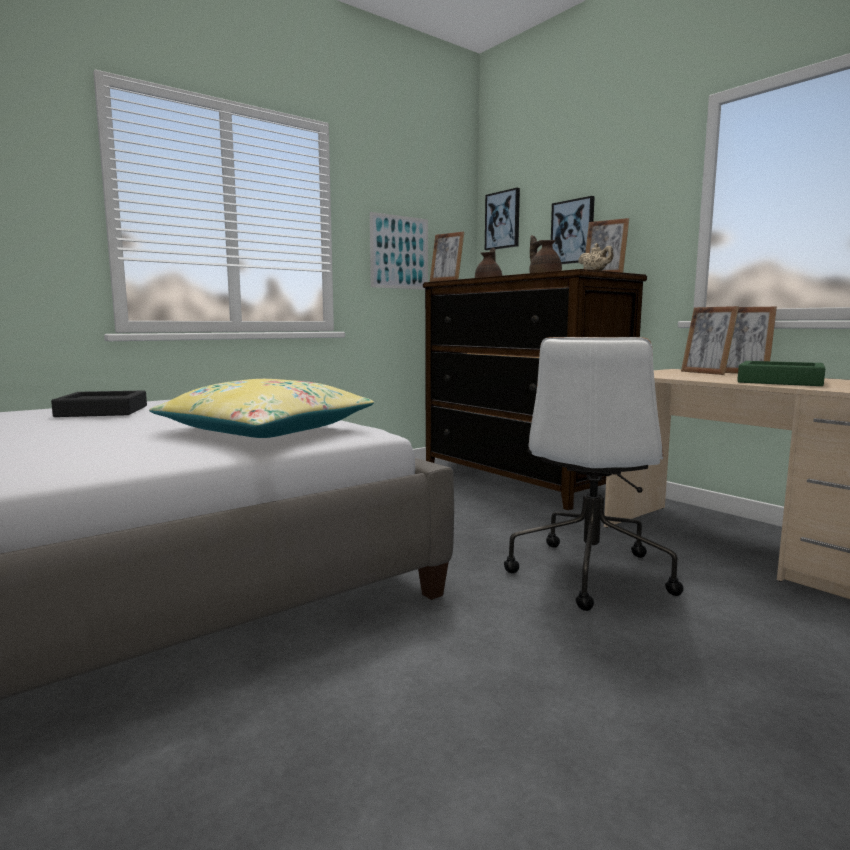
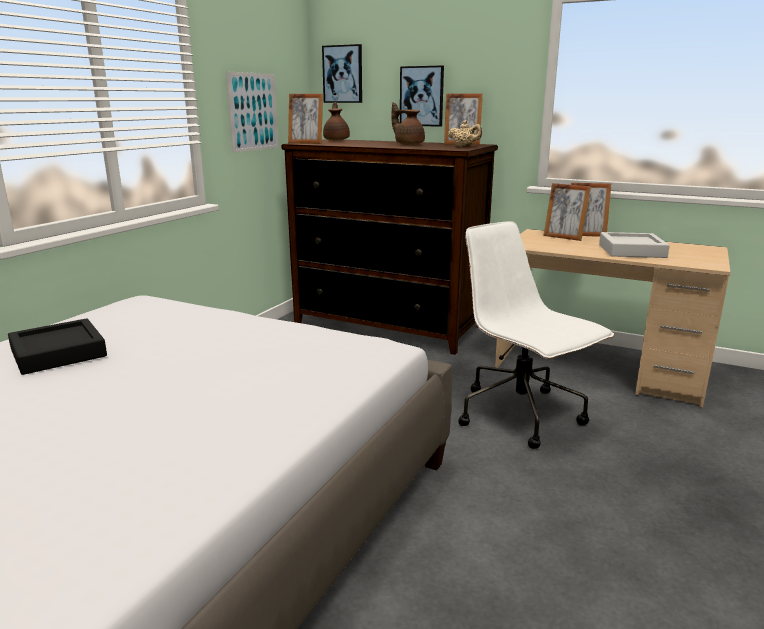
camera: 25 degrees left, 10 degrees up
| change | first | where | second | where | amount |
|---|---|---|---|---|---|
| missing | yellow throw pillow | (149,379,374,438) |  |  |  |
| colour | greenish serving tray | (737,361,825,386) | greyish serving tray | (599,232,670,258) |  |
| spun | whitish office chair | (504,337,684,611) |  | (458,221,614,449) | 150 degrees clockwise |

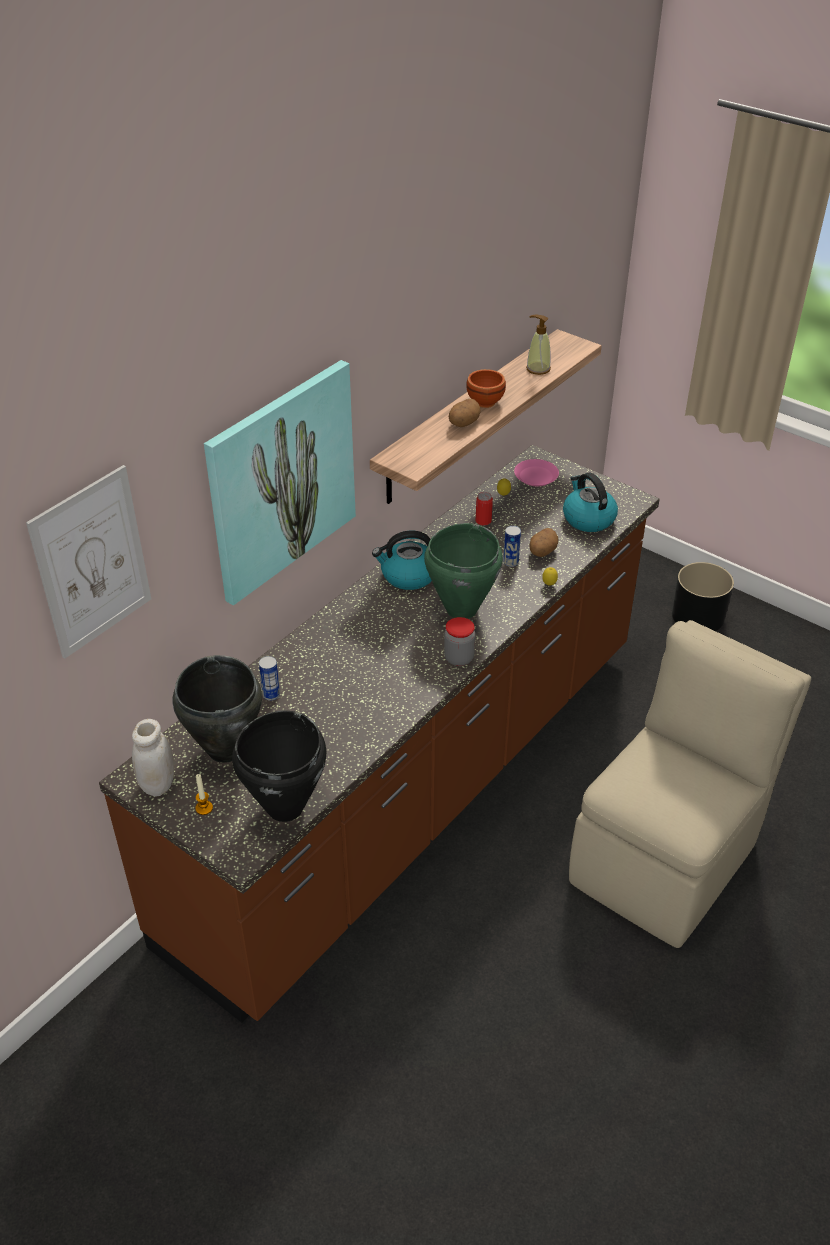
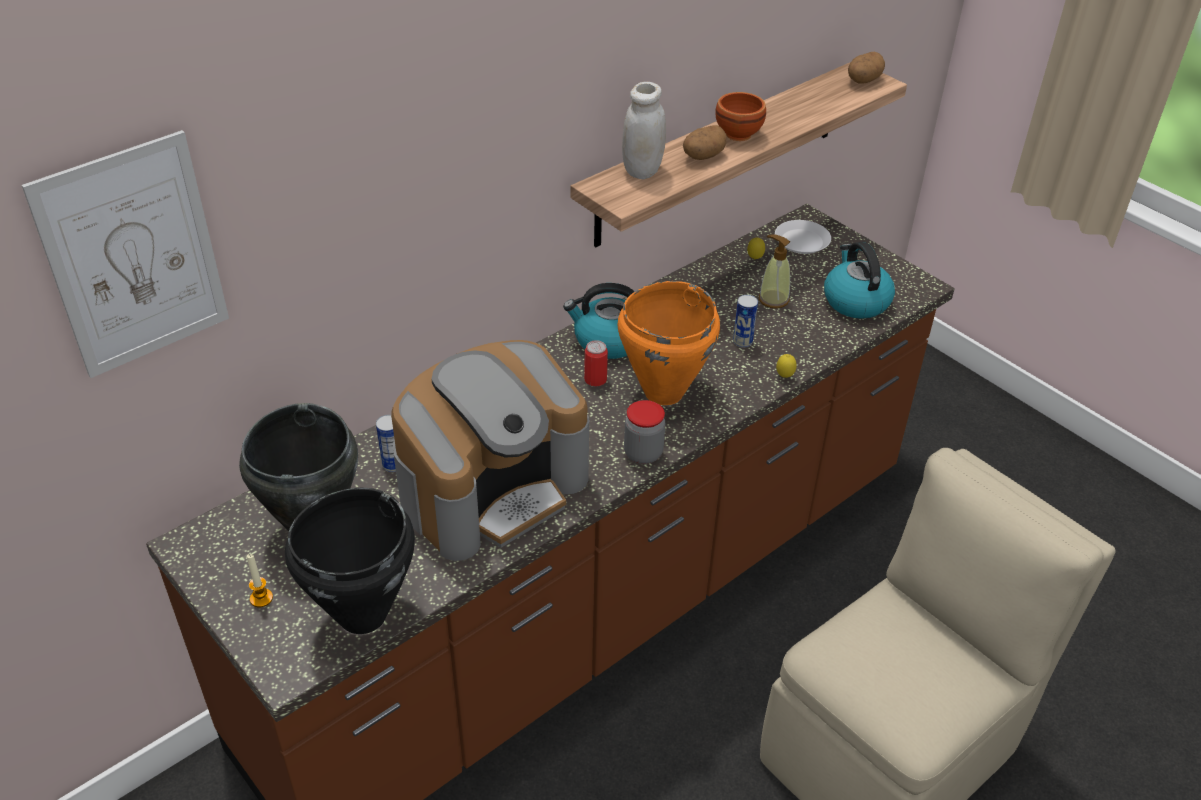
camera: 10 degrees right, 0 degrees up
| change | first | where | second | where | amount |
|---|---|---|---|---|---|
| missing | wall picture | (204,360,356,606) |  |  |  |
| missing | black flower pot | (672,562,734,631) |  |  |  |
| appeared |  |  | coffee brewer | (391,340,589,561) |  |
| relocated | whitish storage jar | (132,719,174,797) |  | (622,82,666,179) |  |
| relocated | can | (476,492,493,526) |  | (584,340,608,387) |  |
| relocated | soap bottle | (526,314,551,375) |  | (759,234,790,308) |  |
| relocated | spud | (529,528,558,557) |  | (848,52,885,84) |  |
| colour | greenish stockpot | (424,523,503,619) | orange-coloured stockpot | (618,281,720,405) |  |
| colour | pinkish flat dish | (514,459,559,486) | whitish flat dish | (775,220,831,254) |  |

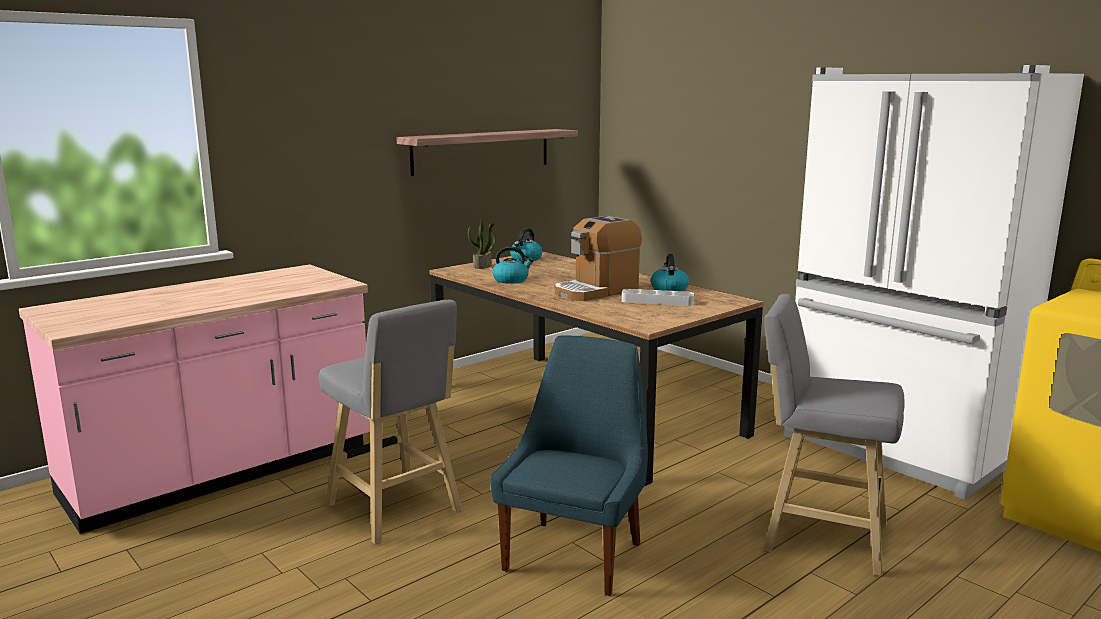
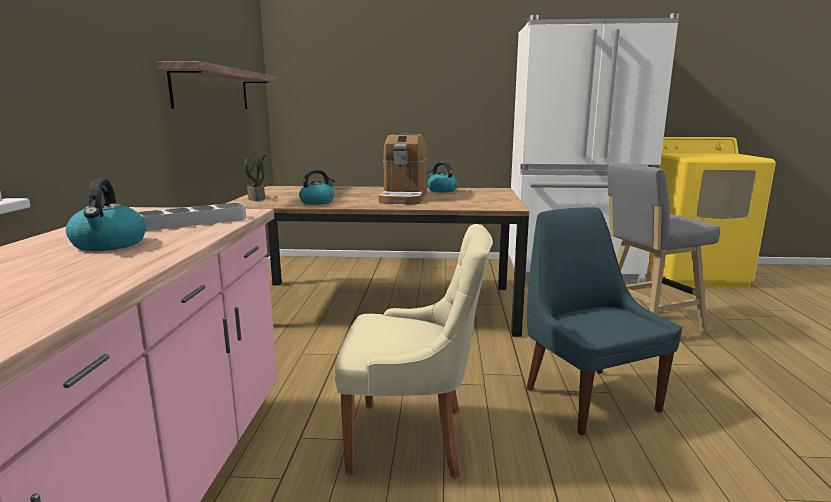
camera: 45 degrees left, 0 degrees up
| change | first | where | second | where | amount |
|---|---|---|---|---|---|
| relocated | tea kettle | (510,228,542,261) |  | (66,179,146,251) |  |
| relocated | greyish serving tray | (622,289,694,306) |  | (138,203,246,231) |  |
| exchanged | greyish sitting stool | (319,300,462,545) | beige-coloured upright chair | (335,224,493,478) |  |

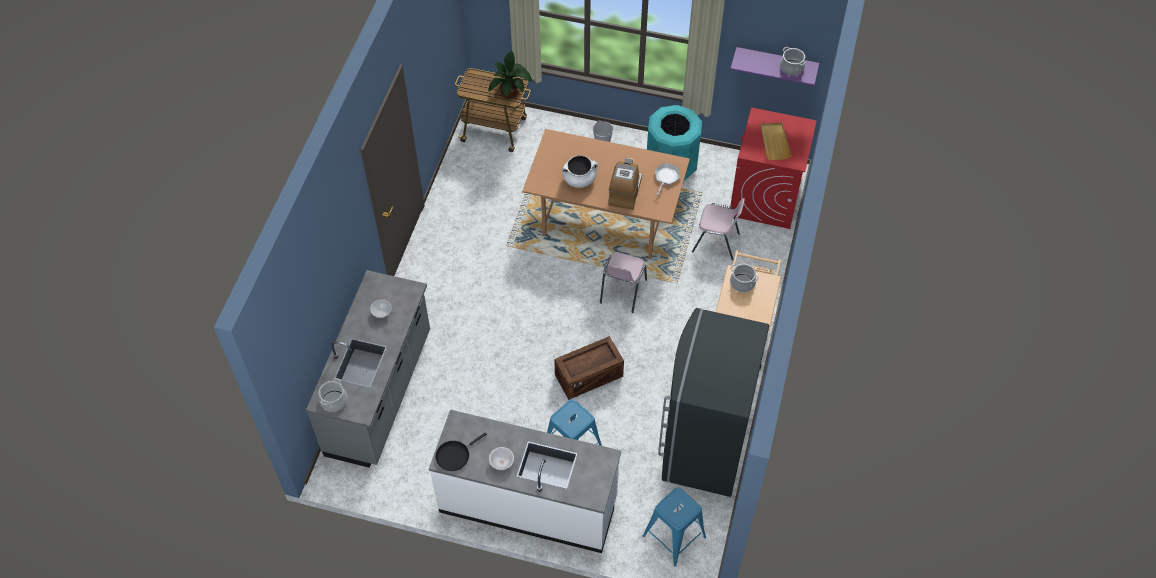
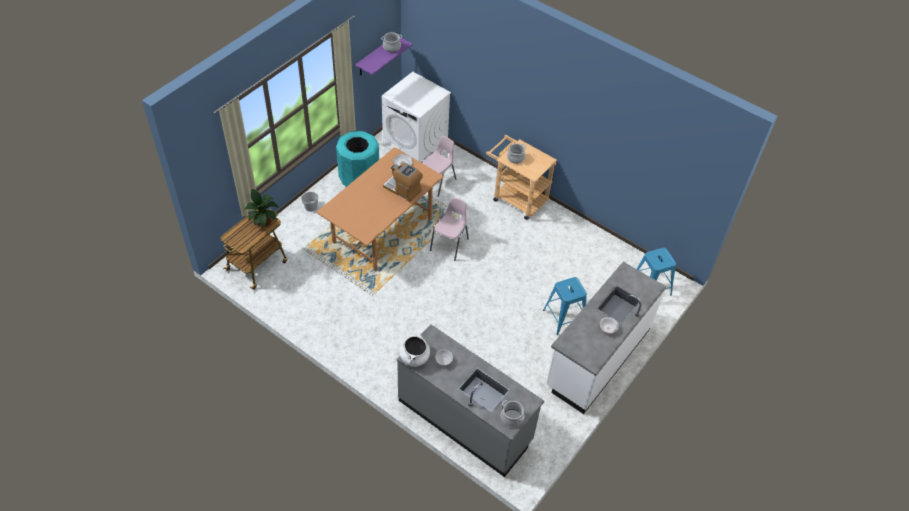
camera: 70 degrees left, 5 degrees down
| change | first | where | second | where | amount |
|---|---|---|---|---|---|
| missing | black pan | (436,432,487,471) |  |  |  |
| missing | crate | (554,336,624,400) |  |  |  |
| missing | greyish fridge | (658,308,769,497) |  |  |  |
| missing | beige-coloured serving tray | (761,122,792,160) |  |  |  |
| relocated | whitish stockpot | (562,155,598,188) |  | (399,333,430,367) |  |
| colour | reddish washing machine | (730,108,817,229) | whitish washing machine | (382,72,451,163) |  |
| spun | pinkish upright chair | (600,252,647,313) |  | (430,197,469,261) | 105 degrees counterclockwise |

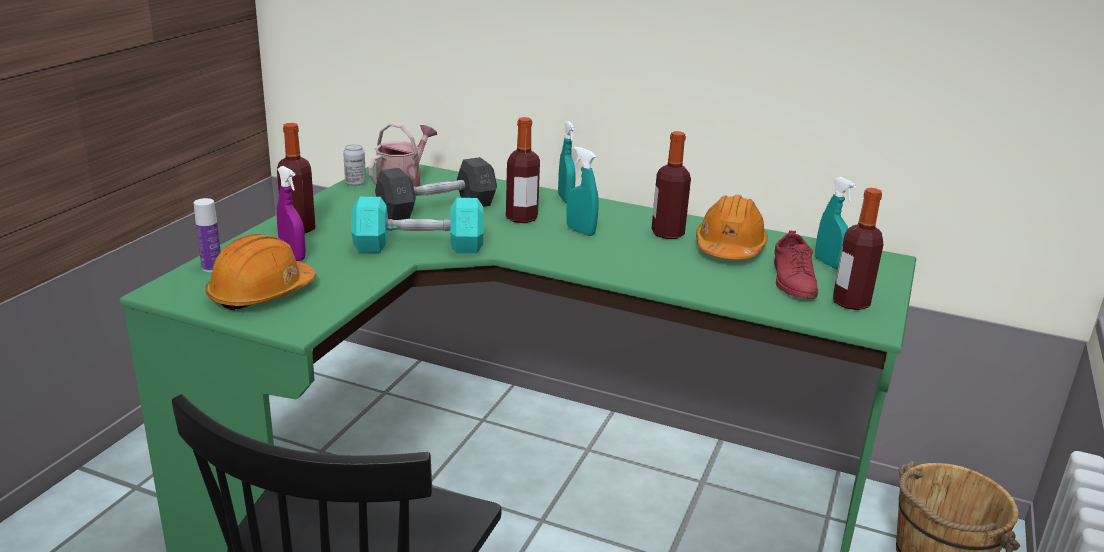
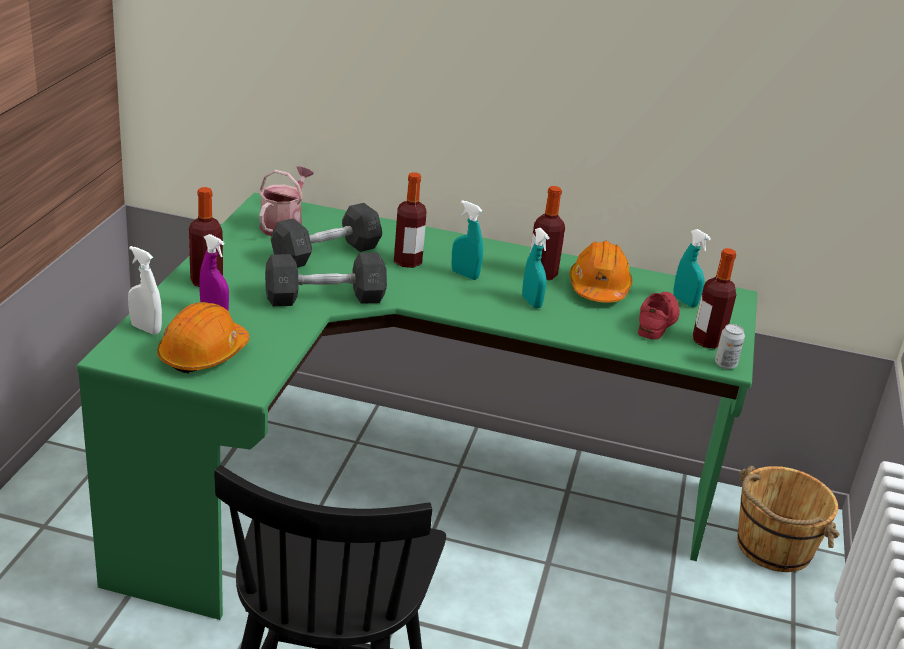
camera: 10 degrees left, 5 degrees up
| change | first | where | second | where | amount |
|---|---|---|---|---|---|
| relocated | can | (343,144,366,186) |  | (715,324,745,369) |  |
| relocated | turquoise spray bottle | (558,121,576,203) |  | (522,228,550,308) |  |
| exchanged | drink bottle | (194,198,221,272) | whitish spray bottle | (128,246,162,335) |  |
| colour | turquoise dumbbell | (351,197,483,253) | greyish dumbbell | (265,252,387,306) |  |
| spun | reddish shoe | (774,231,818,299) |  | (638,292,680,339) | 150 degrees counterclockwise |

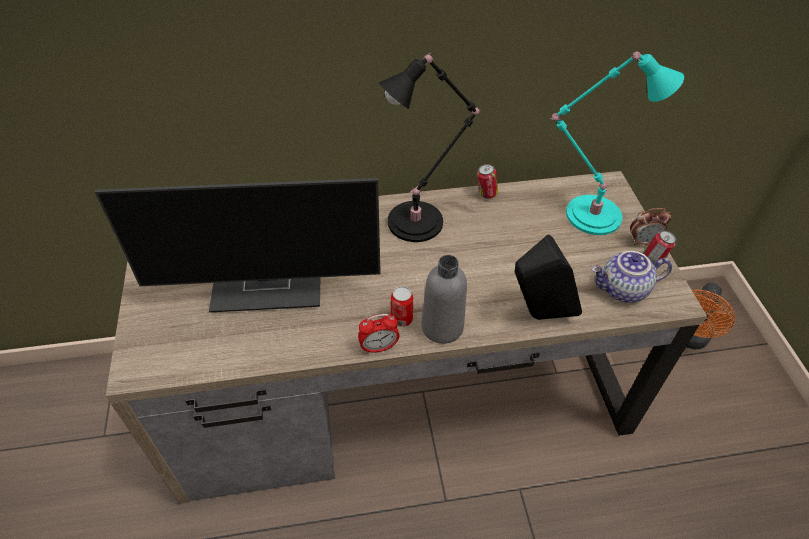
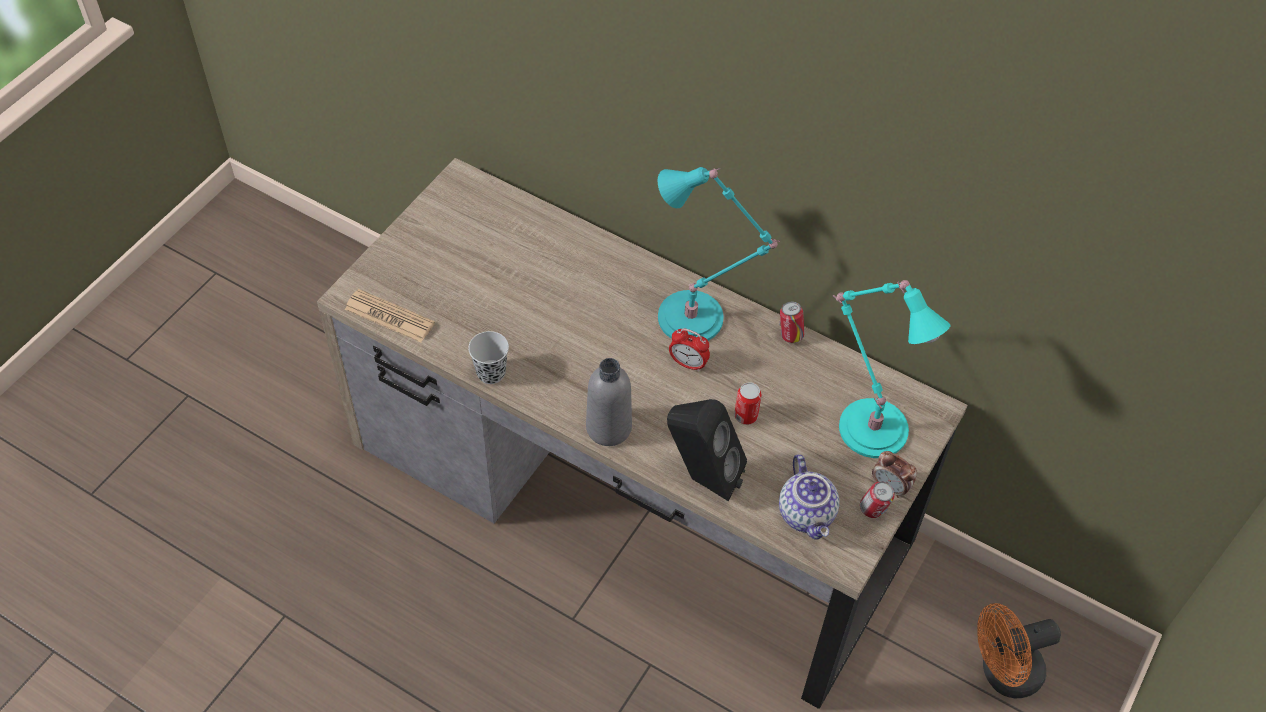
camera: 40 degrees right, 5 degrees up
| change | first | where | second | where | amount |
|---|---|---|---|---|---|
| missing | computer display | (95,178,381,312) |  |  |  |
| appeared |  |  | daily paper | (345,289,435,343) |  |
| appeared |  |  | black drinking cup | (468,331,509,384) |  |
| relocated | bedside clock | (358,314,399,354) |  | (669,328,710,372) |  |
| relocated | can | (391,286,413,327) |  | (734,382,761,425) |  |
| colour | black table lamp | (379,52,480,242) | turquoise table lamp | (658,167,780,341) |  |
| spun | tea pot | (591,251,672,303) |  | (779,454,839,540) | 135 degrees counterclockwise |

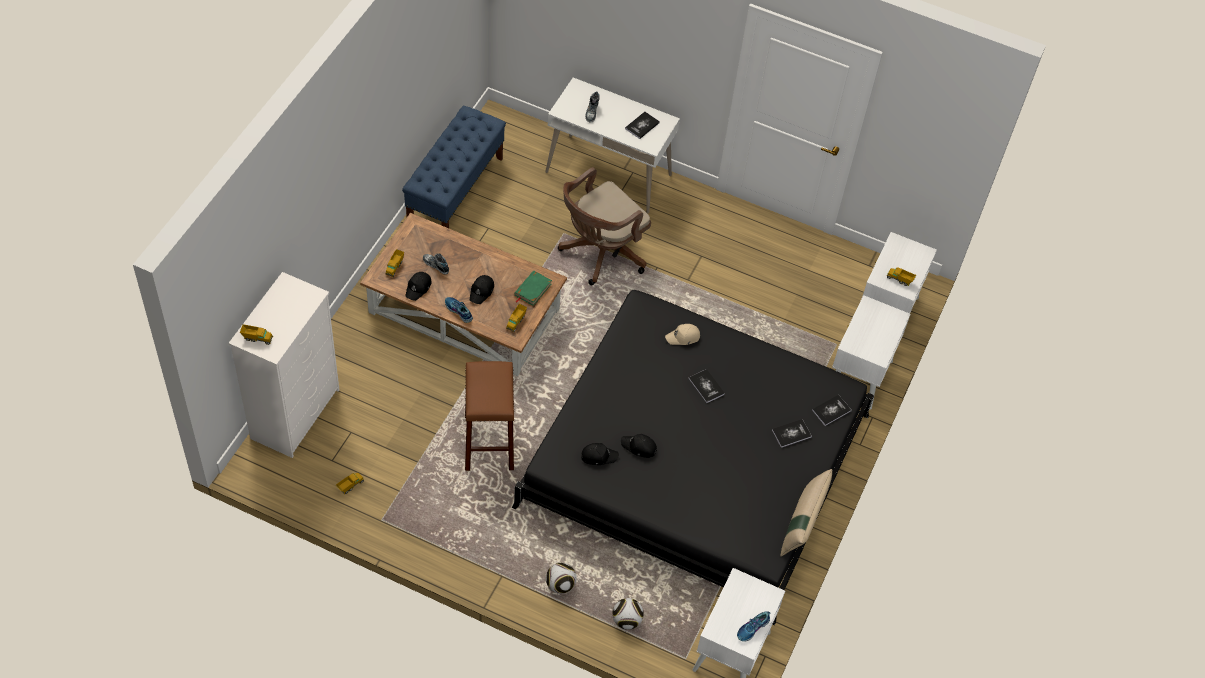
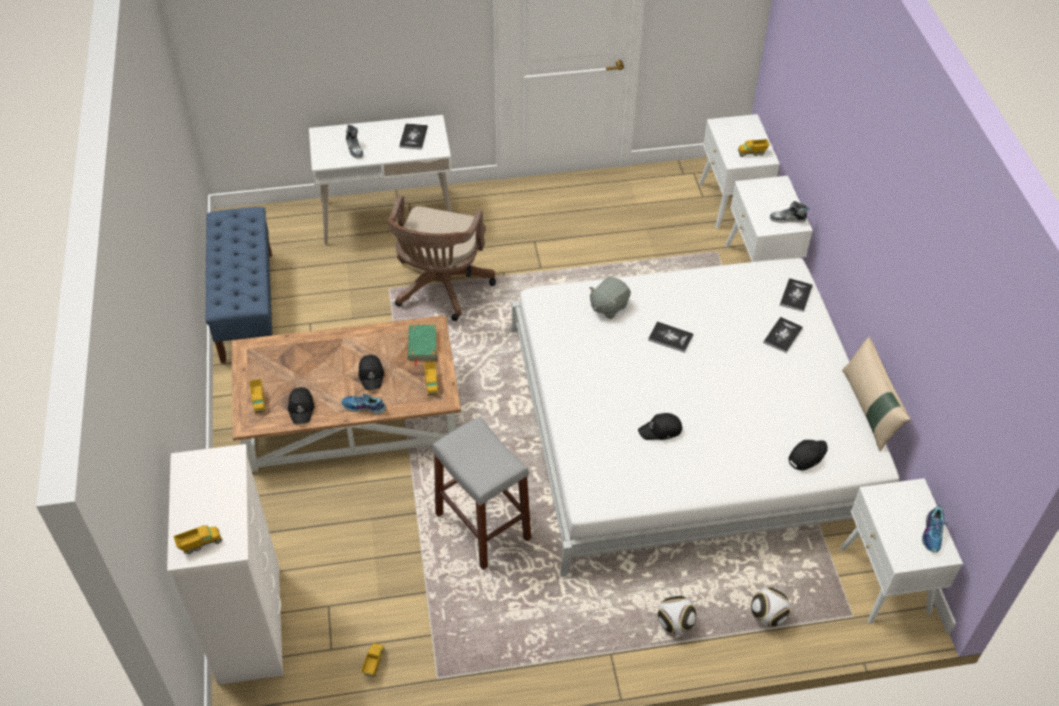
camera: 30 degrees left, 5 degrees down
| change | first | where | second | where | amount |
|---|---|---|---|---|---|
| relocated | shoe | (423,253,449,275) |  | (770,201,809,223) |  |
| relocated | black baseball cap | (581,443,619,465) |  | (789,440,828,470) |  |
| exchanged | beige-coloured baseball cap | (665,324,700,345) | greyish plush toy | (589,277,631,319) |  |
| colour | brownish sitting stool | (465,361,515,471) | greyish sitting stool | (432,416,531,570) |  |
| colour | black bed | (512,290,874,625) | whitish bed | (510,258,899,577) |  |

